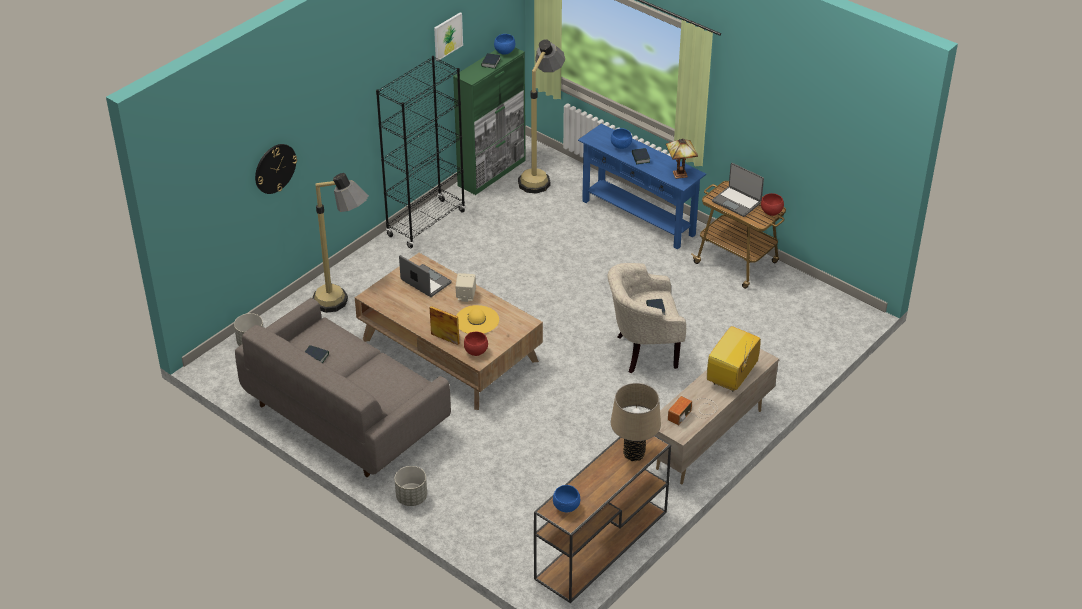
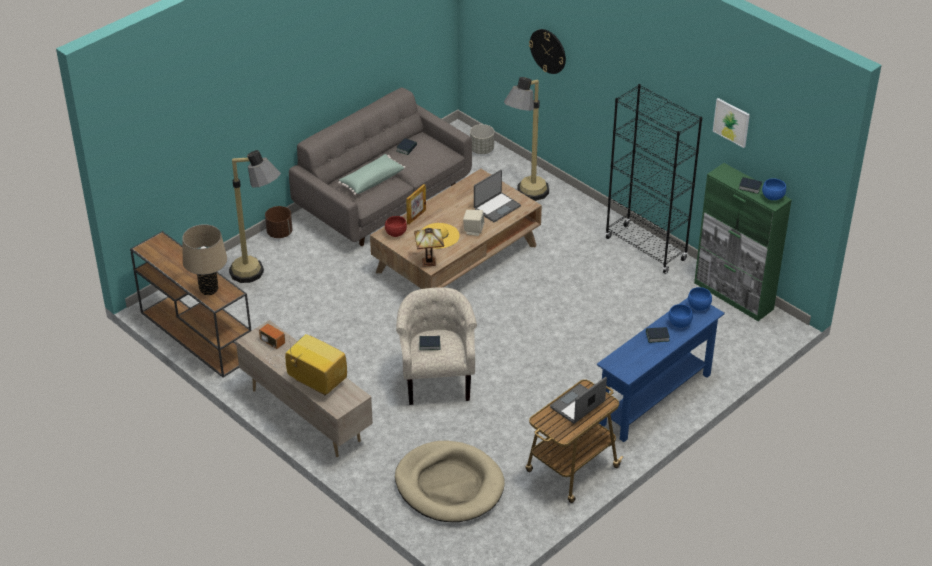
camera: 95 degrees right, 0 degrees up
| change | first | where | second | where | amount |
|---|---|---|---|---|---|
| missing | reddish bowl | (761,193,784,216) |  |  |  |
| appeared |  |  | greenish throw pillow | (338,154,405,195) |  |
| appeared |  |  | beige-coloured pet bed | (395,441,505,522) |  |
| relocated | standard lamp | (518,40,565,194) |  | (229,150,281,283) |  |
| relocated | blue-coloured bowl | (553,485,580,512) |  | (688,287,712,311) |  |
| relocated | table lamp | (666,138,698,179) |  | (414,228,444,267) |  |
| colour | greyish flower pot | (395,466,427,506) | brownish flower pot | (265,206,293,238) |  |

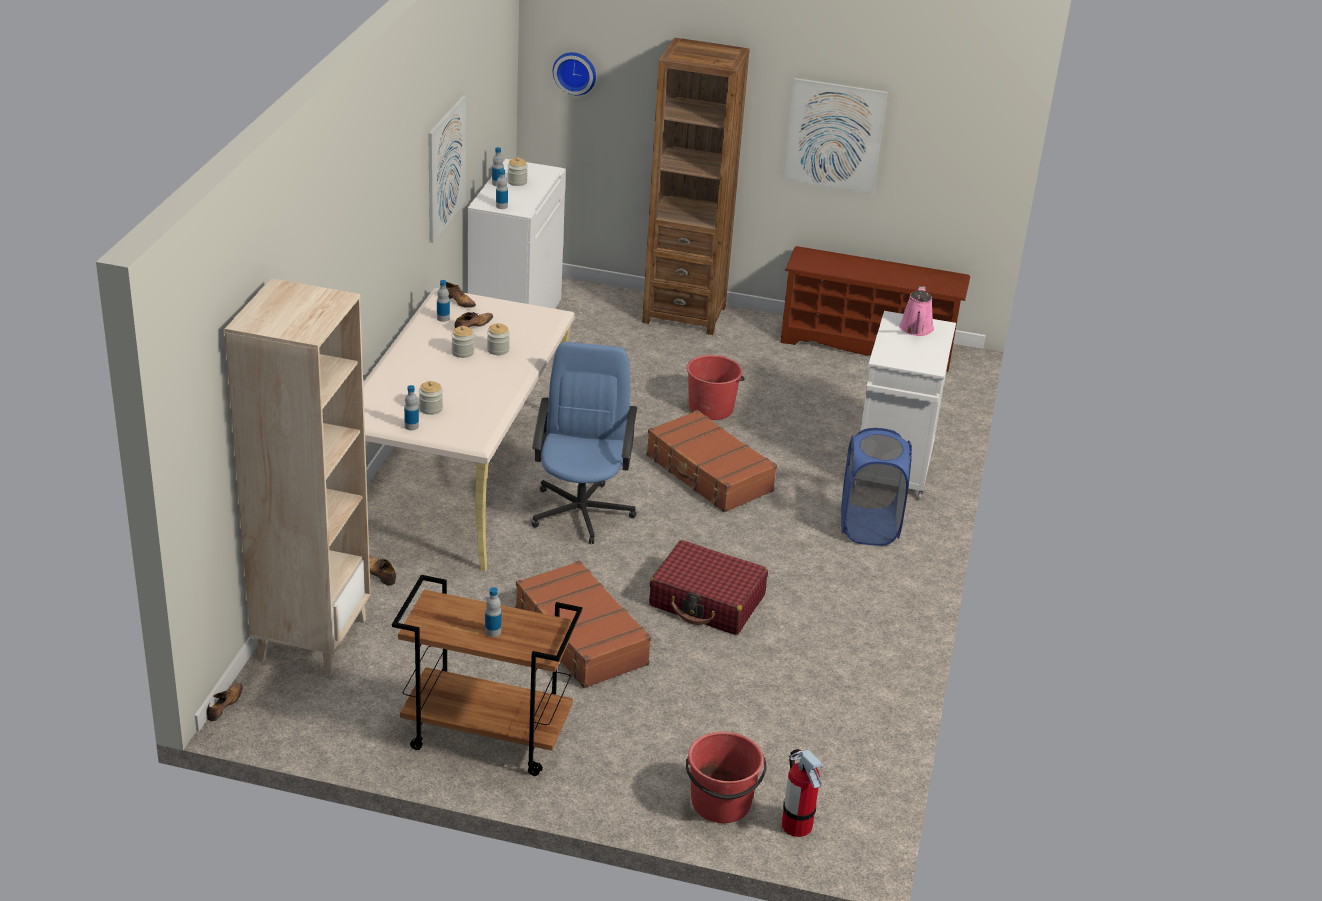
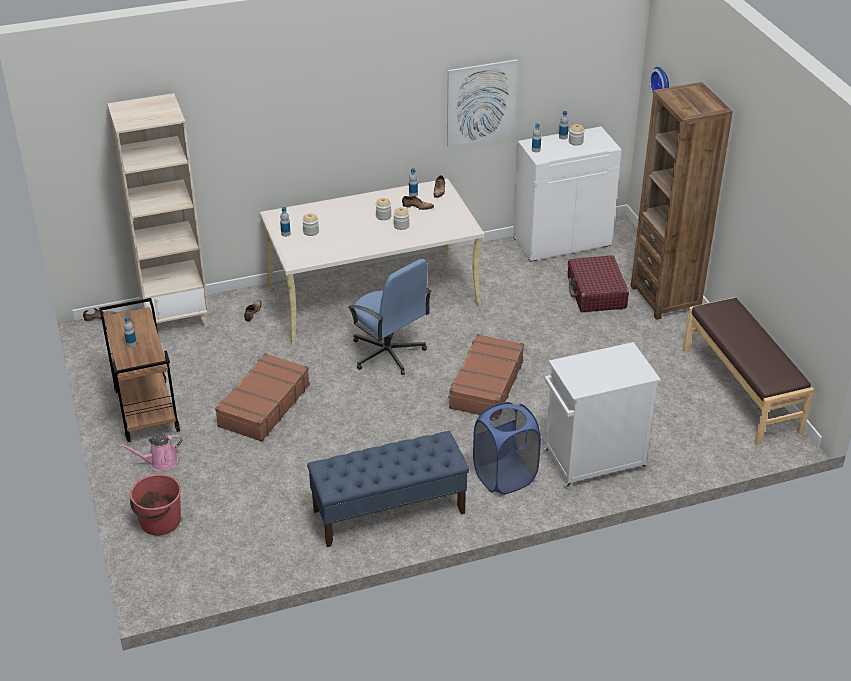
camera: 60 degrees right, 5 degrees up
| change | first | where | second | where | amount |
|---|---|---|---|---|---|
| missing | reddish bucket | (687,355,744,420) |  |  |  |
| missing | extinguisher | (782,749,823,837) |  |  |  |
| missing | wall picture | (783,78,888,194) |  |  |  |
| appeared |  |  | blue-coloured bench | (307,431,469,547) |  |
| relocated | reddish piece of luggage | (649,540,768,635) |  | (568,255,629,312) |  |
| relocated | pinkish watering pot | (899,286,934,336) |  | (119,434,182,470) |  |
| exchanged | brownish shoe rack | (780,246,970,372) | brownish bench | (683,297,814,445) |  |
| spun | blue-coloured office chair | (532,342,637,544) |  | (347,259,432,375) | 75 degrees clockwise |

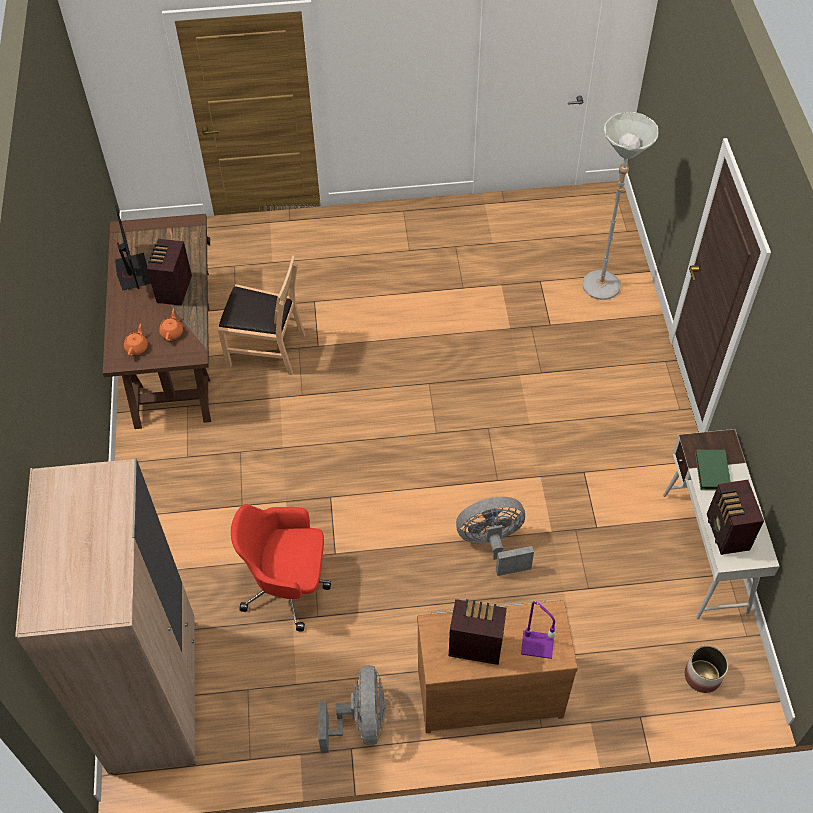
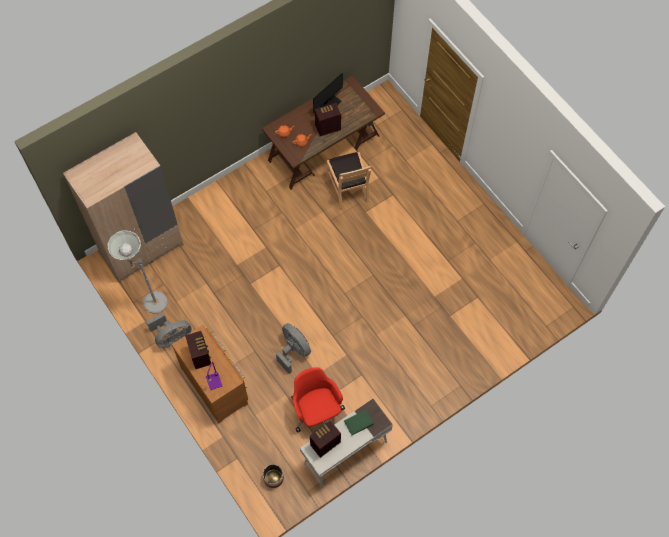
camera: 60 degrees right, 10 degrees up
| change | first | where | second | where | amount |
|---|---|---|---|---|---|
| relocated | reddish office chair | (231,504,331,632) |  | (291,367,345,433) |  |
| relocated | greyish standard lamp | (582,112,658,300) |  | (108,230,168,314) |  |

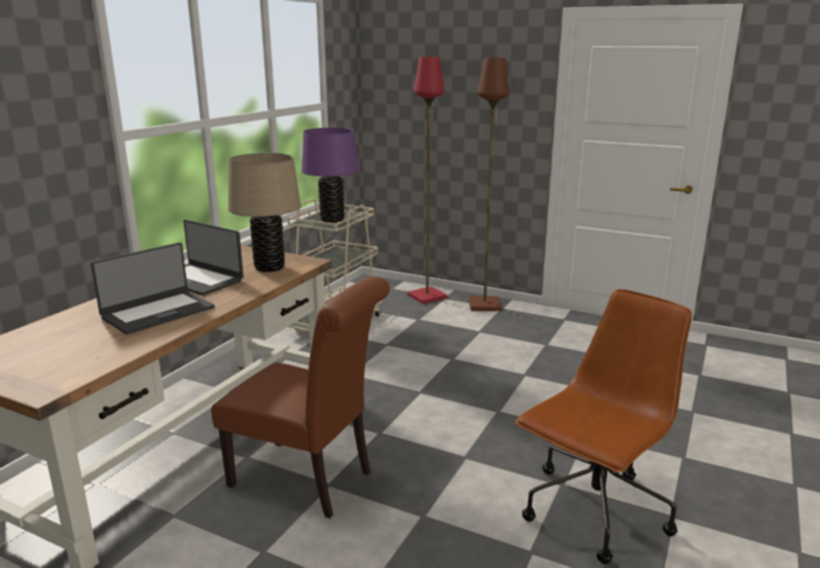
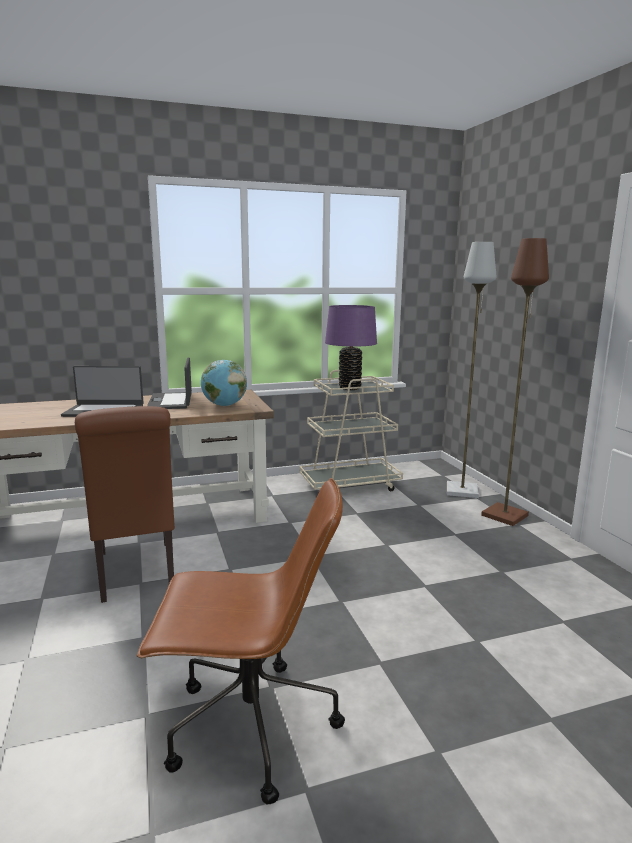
camera: 45 degrees right, 5 degrees down
| change | first | where | second | where | amount |
|---|---|---|---|---|---|
| exchanged | beige-coloured table lamp | (228,153,301,272) | desk globe | (201,360,247,406) |  |
| colour | reddish standard lamp | (407,57,447,304) | greyish standard lamp | (447,242,496,498) |  |

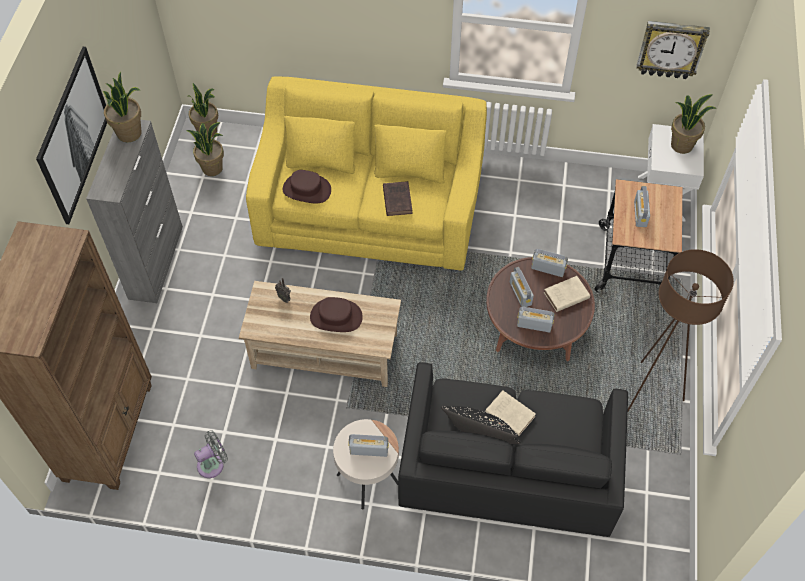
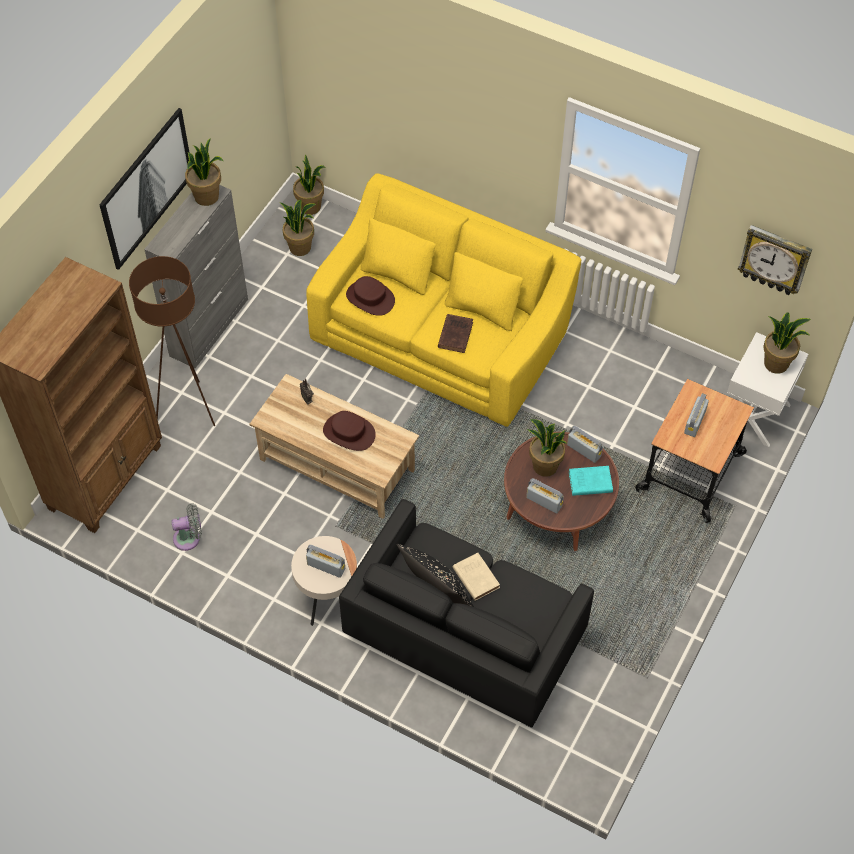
camera: 20 degrees right, 0 degrees up
| change | first | where | second | where | amount |
|---|---|---|---|---|---|
| relocated | brownish standard lamp | (628,249,734,412) |  | (129,256,215,426) |  |
| exchanged | radio set | (510,267,534,307) | plant in a pot | (527,419,567,477) |  |
| colour | beige-coloured book | (544,276,590,312) | turquoise book | (569,466,613,496) |  |

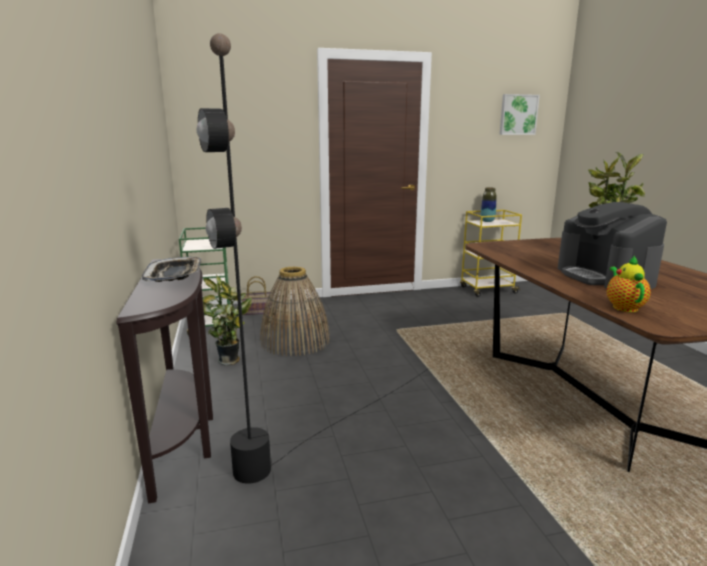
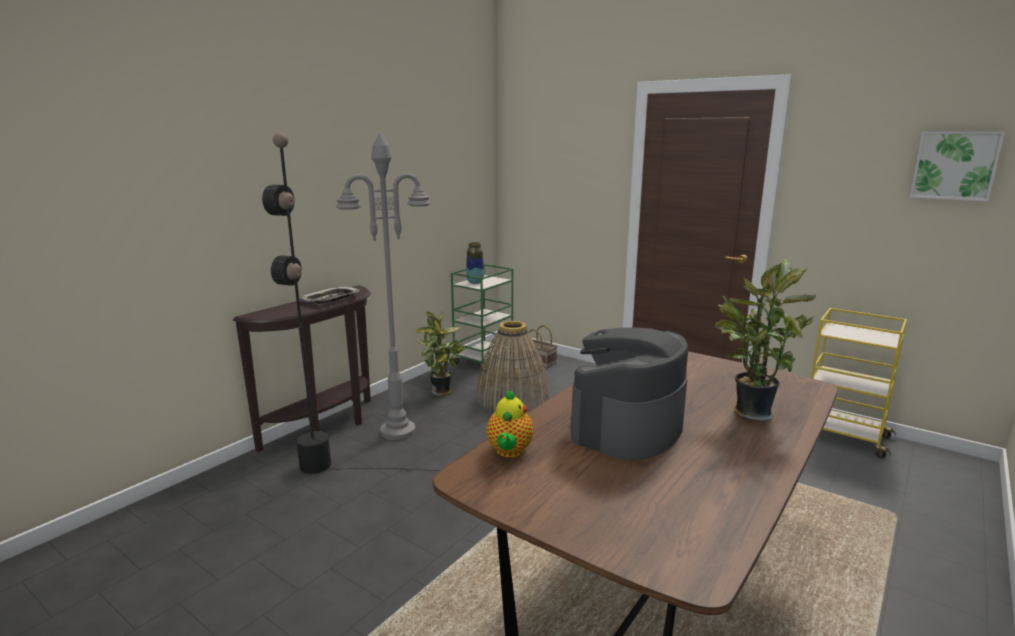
camera: 50 degrees right, 0 degrees up
| change | first | where | second | where | amount |
|---|---|---|---|---|---|
| appeared |  |  | greyish standard lamp | (336,133,431,440) |  |
| relocated | flower vase | (481,187,497,222) |  | (466,242,484,284) |  |
| spun | tea pot | (607,256,651,312) |  | (487,389,534,457) | 135 degrees clockwise |

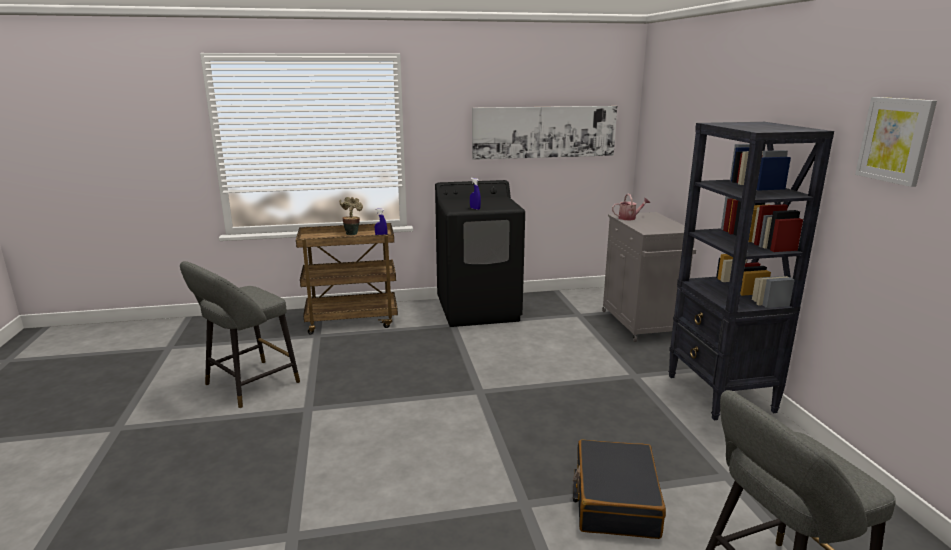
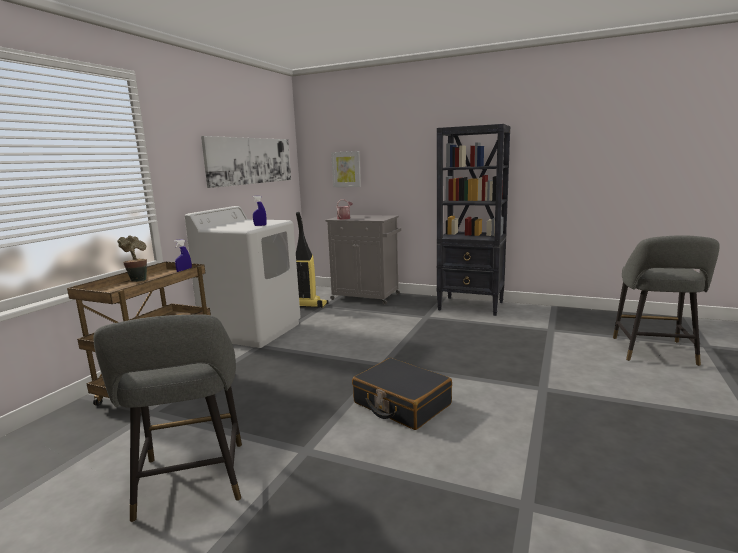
camera: 55 degrees left, 5 degrees down
| change | first | where | second | where | amount |
|---|---|---|---|---|---|
| appeared |  |  | vacuum cleaner | (296,212,329,308) |  |
| relocated | black piece of luggage | (573,439,666,539) |  | (352,358,452,430) |  |
| relocated | wall picture | (855,97,937,187) |  | (331,151,361,187) |  |
| colour | black washing machine | (435,180,525,327) | whitish washing machine | (185,206,301,348) |  |

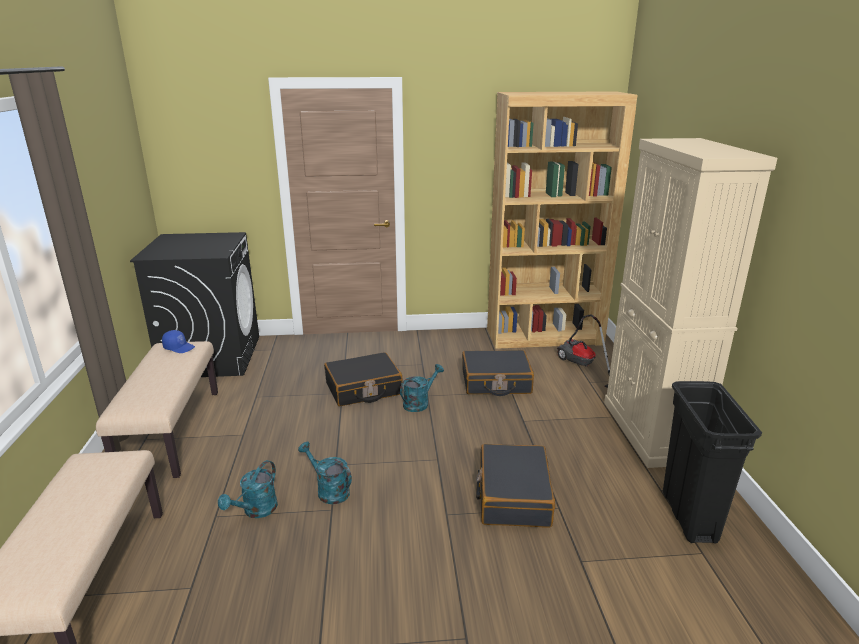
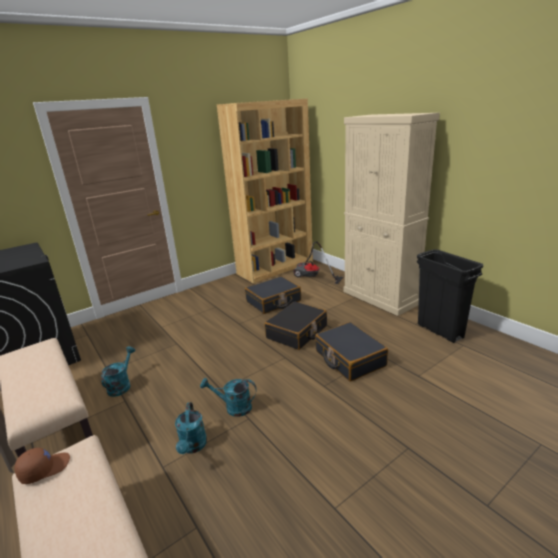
camera: 30 degrees left, 0 degrees up
| change | first | where | second | where | amount |
|---|---|---|---|---|---|
| missing | blue-coloured baseball cap | (162,330,195,353) |  |  |  |
| appeared |  |  | brownish baseball cap | (15,448,70,484) |  |
| relocated | black piece of luggage | (324,352,403,406) |  | (265,302,327,350) |  |
| relocated | turquoise watering pot | (400,364,444,412) |  | (101,346,135,397) |  |

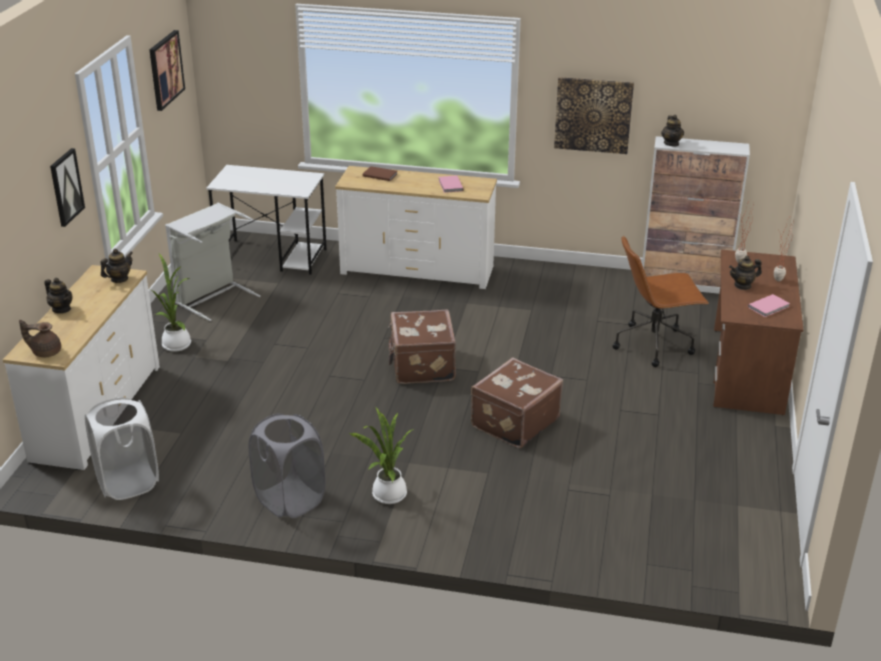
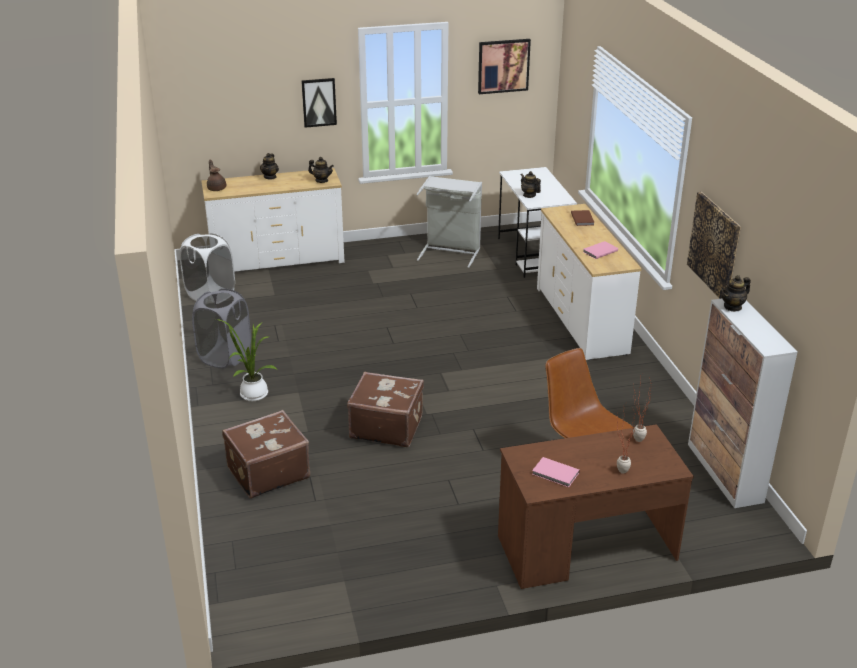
camera: 65 degrees right, 0 degrees up
| change | first | where | second | where | amount |
|---|---|---|---|---|---|
| missing | plant in a pot | (151,254,191,352) |  |  |  |
| relocated | brownish piece of luggage | (388,310,456,384) |  | (222,410,310,499) |  |
| relocated | tea pot | (729,256,762,290) |  | (520,171,541,198) |  |

